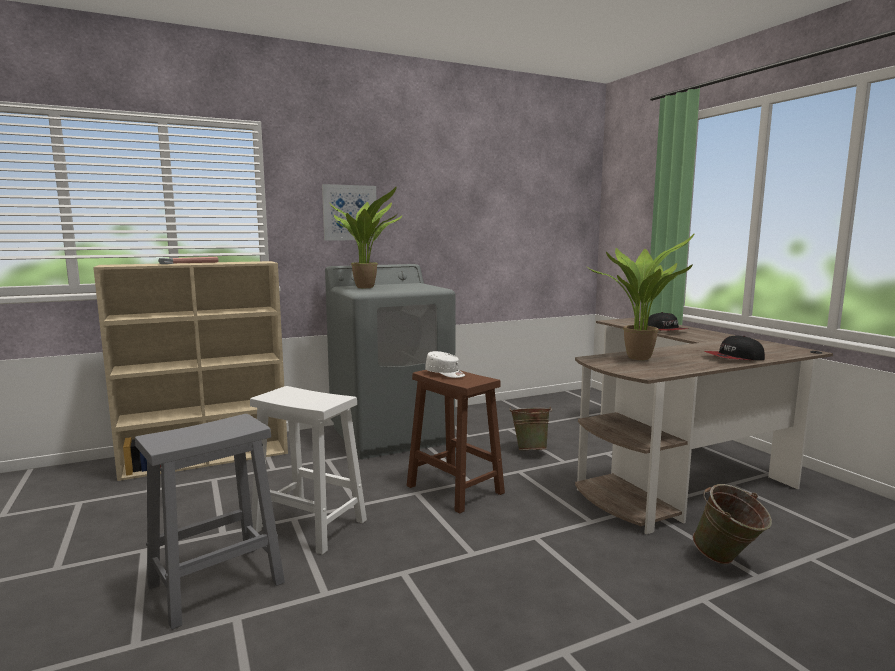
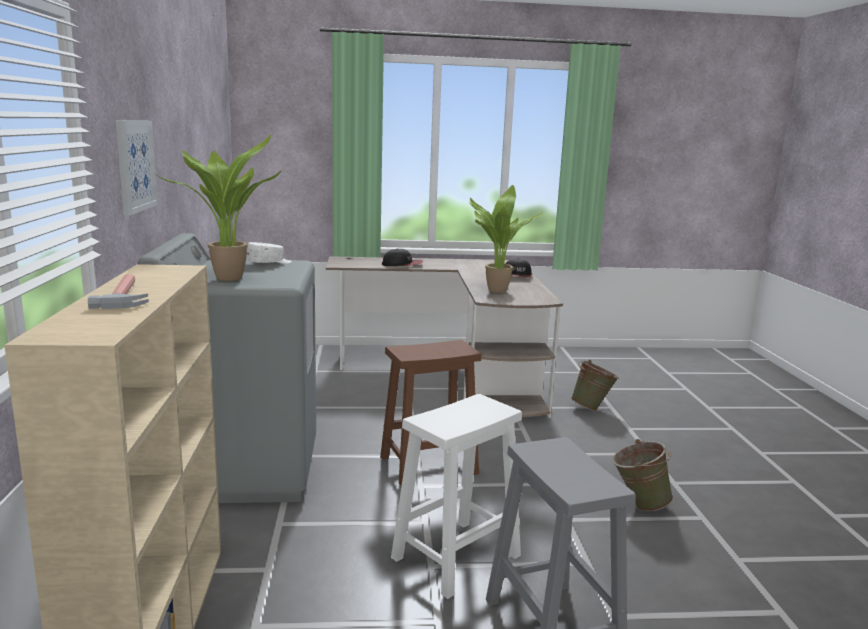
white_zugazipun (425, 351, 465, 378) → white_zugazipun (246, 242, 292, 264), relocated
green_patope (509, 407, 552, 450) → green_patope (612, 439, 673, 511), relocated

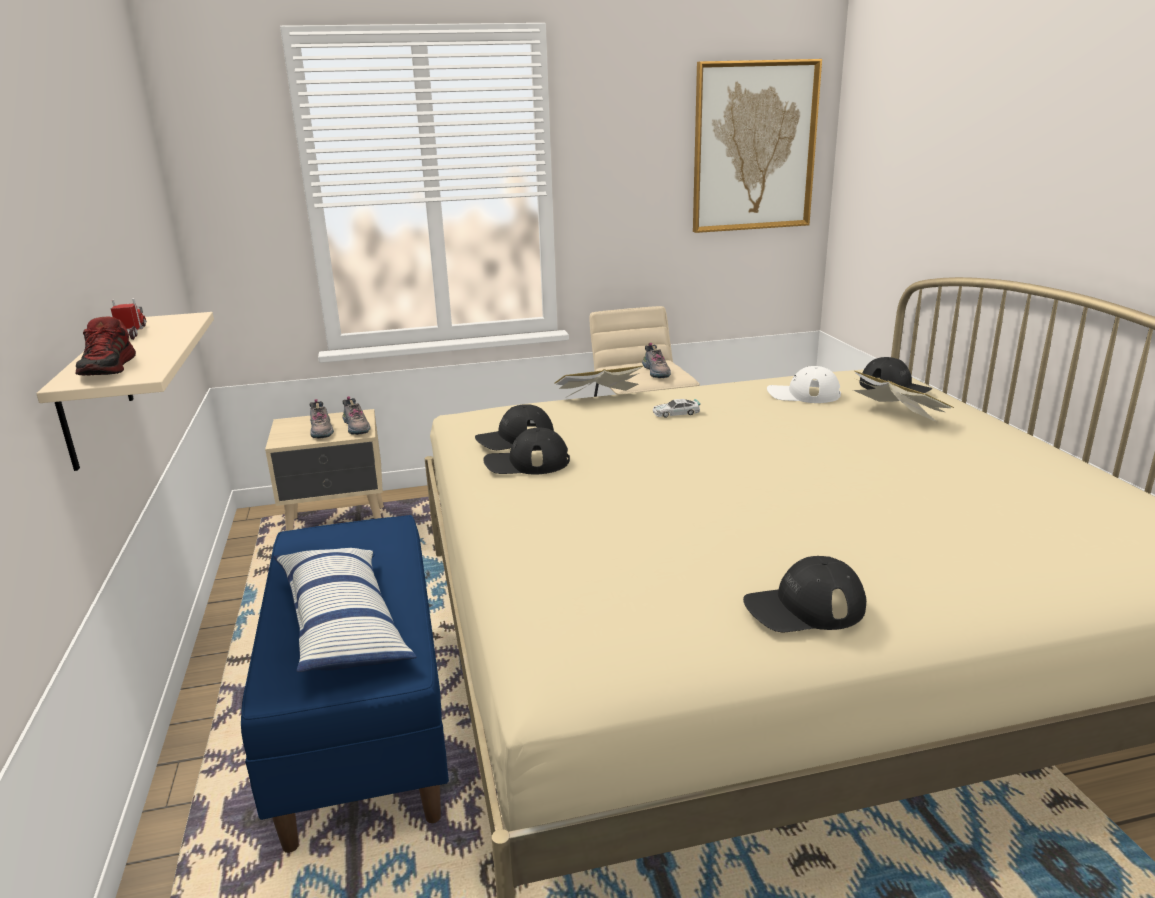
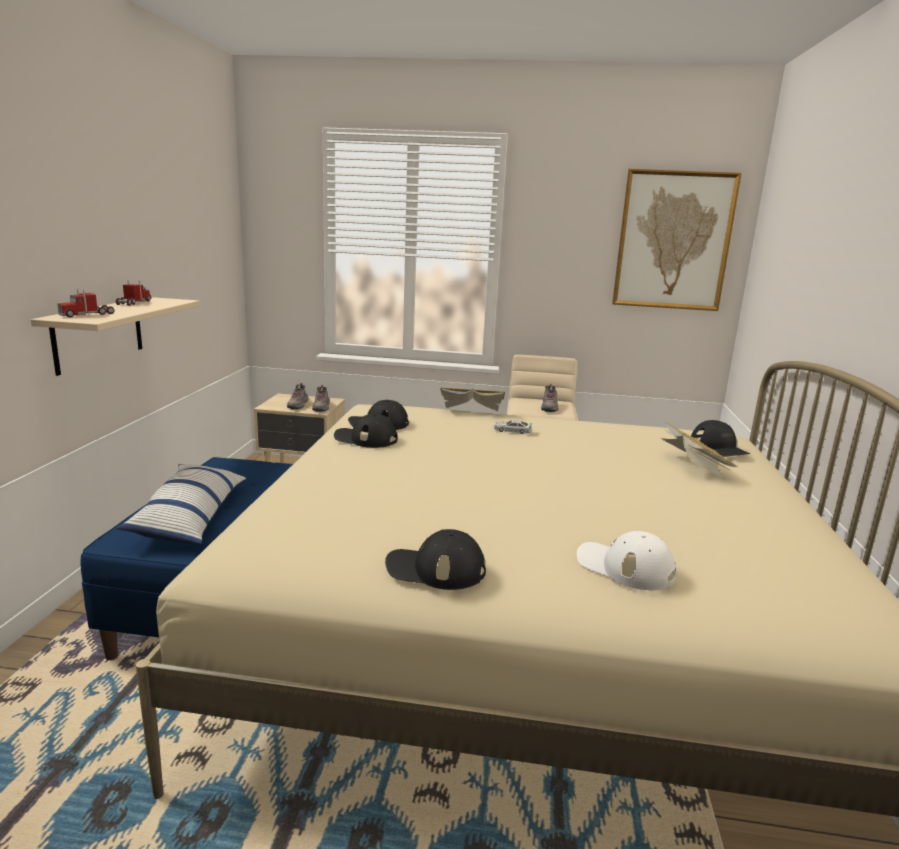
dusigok (75, 316, 136, 376) → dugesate (57, 289, 114, 318)
white_zugazipun (767, 366, 841, 403) → white_zugazipun (577, 531, 676, 590), relocated

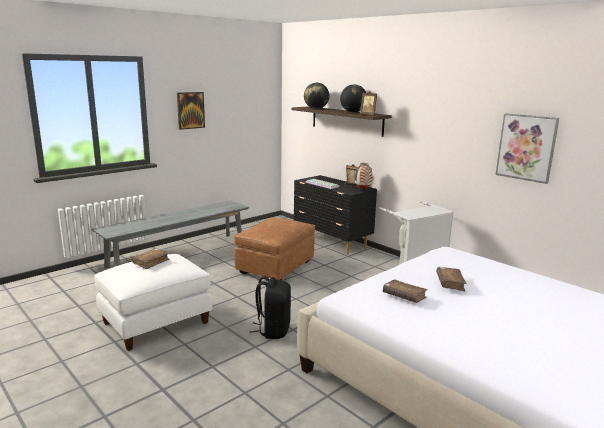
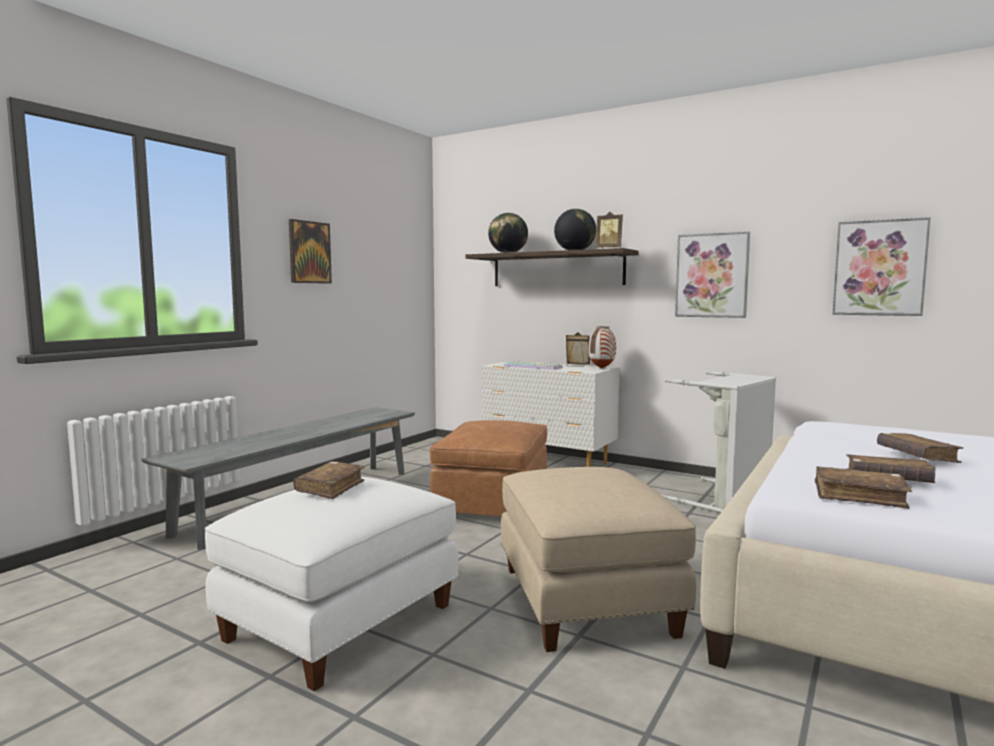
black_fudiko (294, 175, 377, 255) → white_fudiko (482, 360, 619, 467)
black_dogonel (250, 276, 291, 339) → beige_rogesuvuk (501, 467, 696, 652)
- → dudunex (675, 231, 750, 318)
- → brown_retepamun (815, 466, 912, 509)

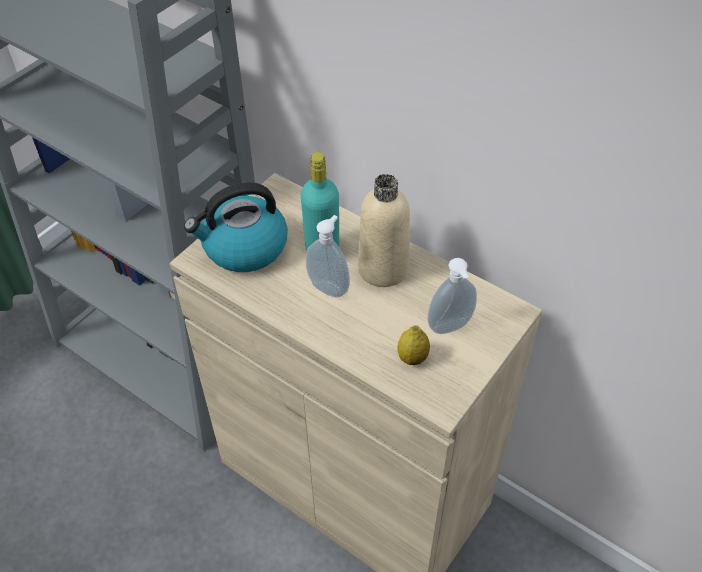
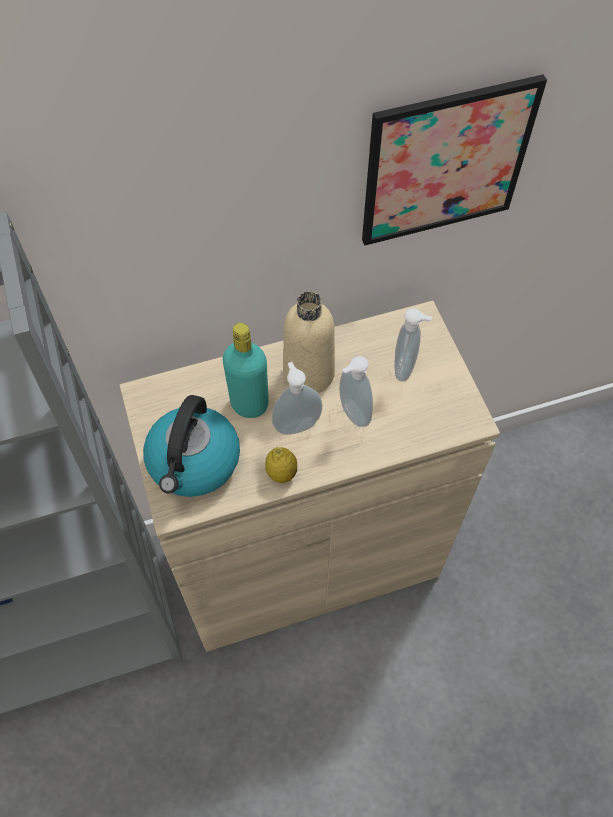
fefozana (397, 326, 430, 365) → fefozana (265, 447, 297, 483), relocated
- → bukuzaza (339, 356, 373, 427)
- → dudunex (362, 75, 547, 246)

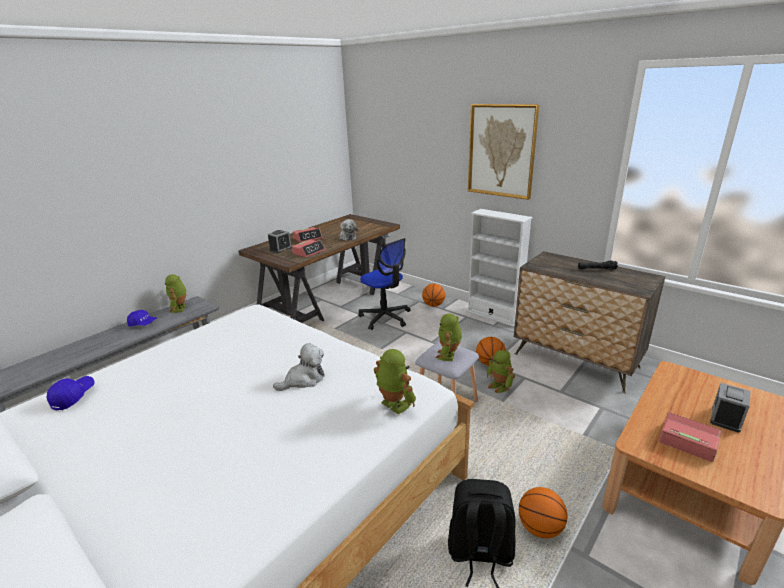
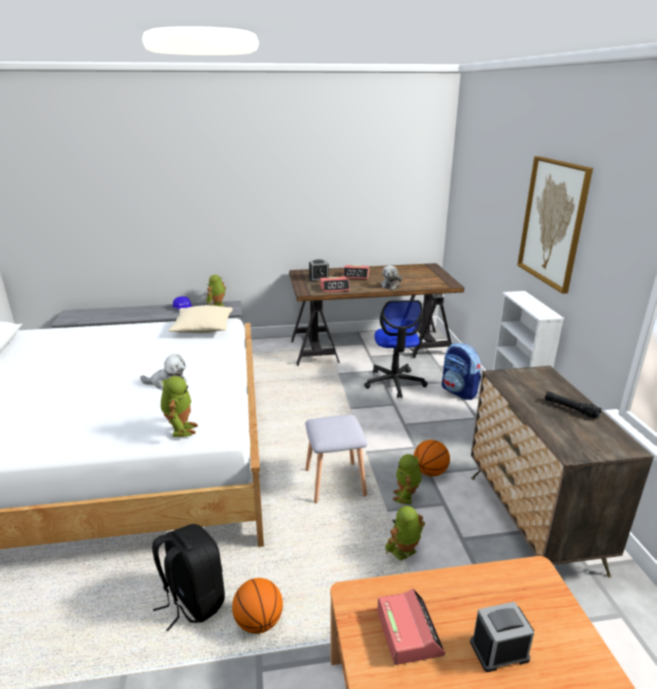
- → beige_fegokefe (169, 305, 233, 333)
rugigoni (436, 313, 462, 361) → rugigoni (385, 506, 425, 561), relocated
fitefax (422, 284, 445, 307) → dogonel (442, 343, 481, 400)
blue_zugazipun (47, 376, 95, 410) → -

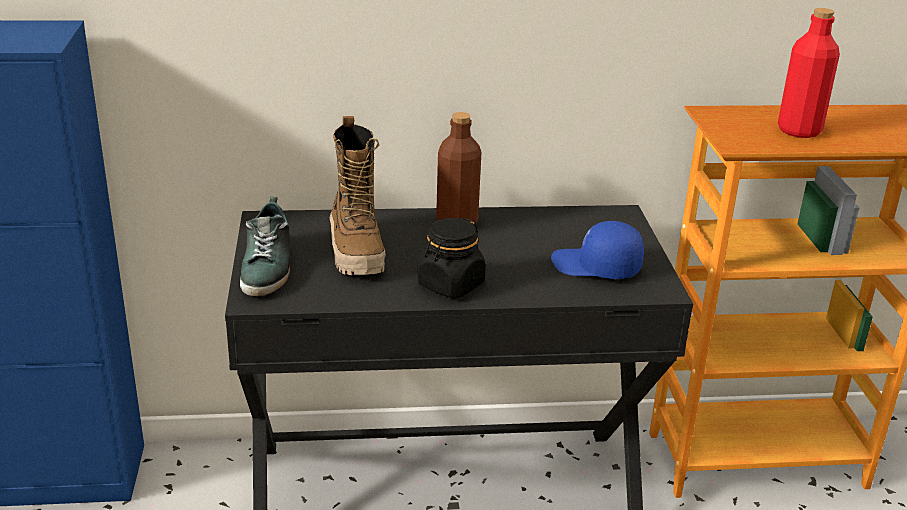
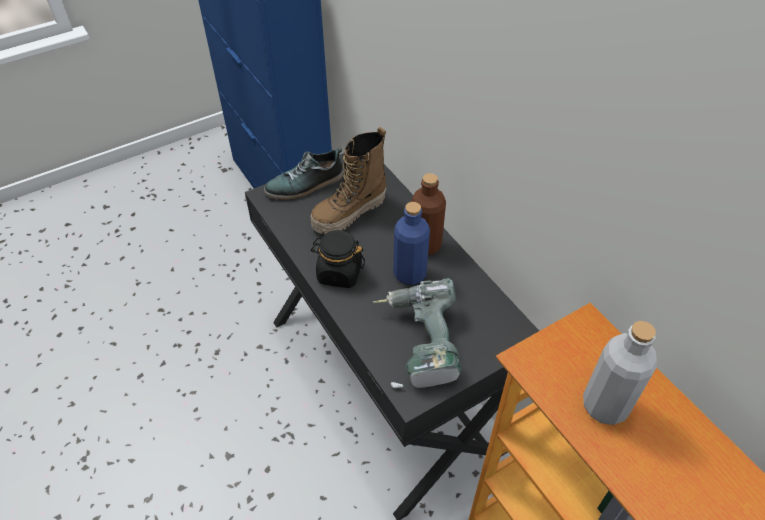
blue_zugazipun (551, 221, 644, 279) → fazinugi (373, 278, 461, 388)
- → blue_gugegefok (393, 202, 430, 285)
red_gugegefok (778, 8, 840, 138) → grey_gugegefok (583, 321, 657, 425)

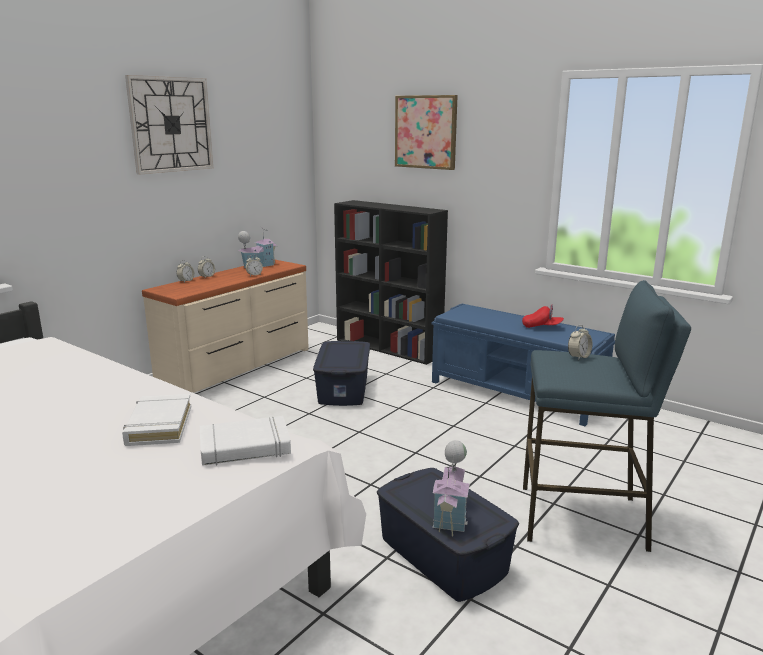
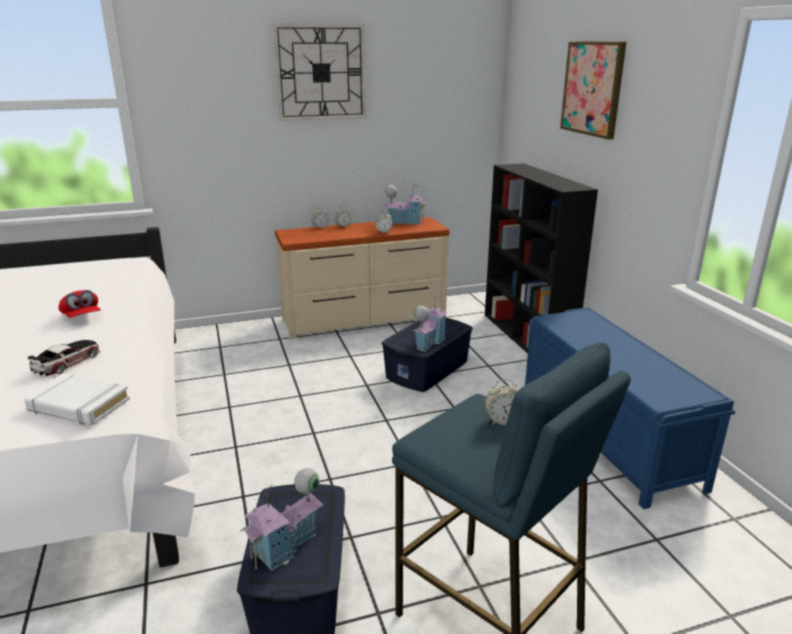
white_retepamun (122, 394, 191, 446) → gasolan (28, 340, 101, 376)
red_zugazipun (522, 304, 564, 328) → red_zugazipun (59, 290, 101, 318), relocated
- → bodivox (412, 295, 447, 352)

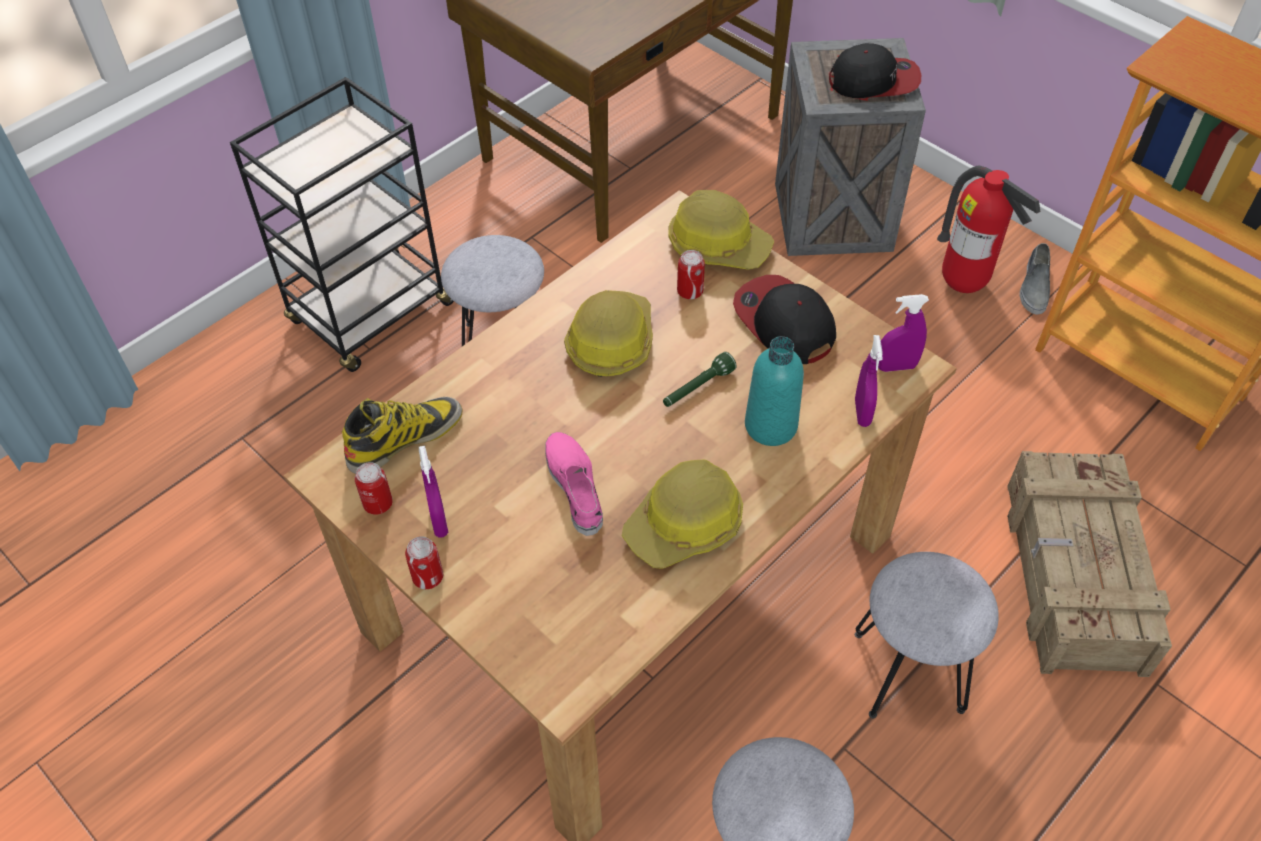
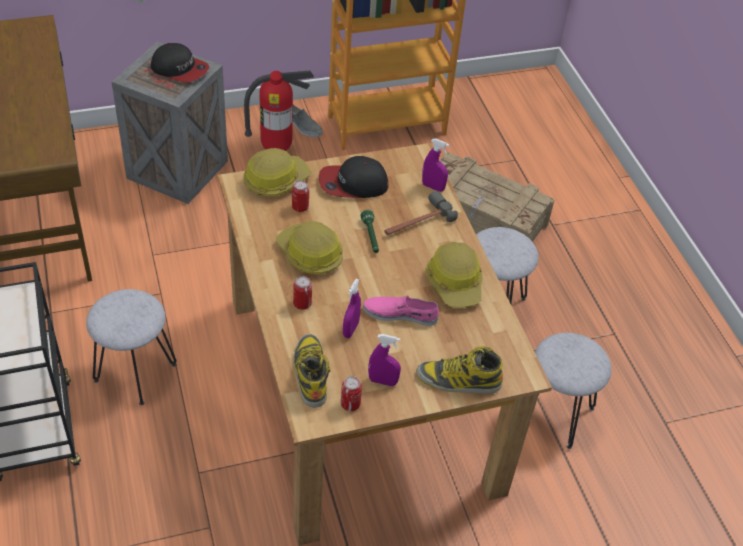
zugazipun (829, 43, 921, 98) → zugazipun (151, 43, 210, 82), 90 degrees clockwise
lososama (405, 536, 443, 589) → lososama (293, 276, 312, 310), relocated
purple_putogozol (878, 294, 929, 372) → purple_putogozol (343, 279, 361, 338), relocated
turquoise_gugegefok (745, 336, 804, 446) → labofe (384, 191, 458, 235)
- → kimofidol (416, 346, 503, 394)

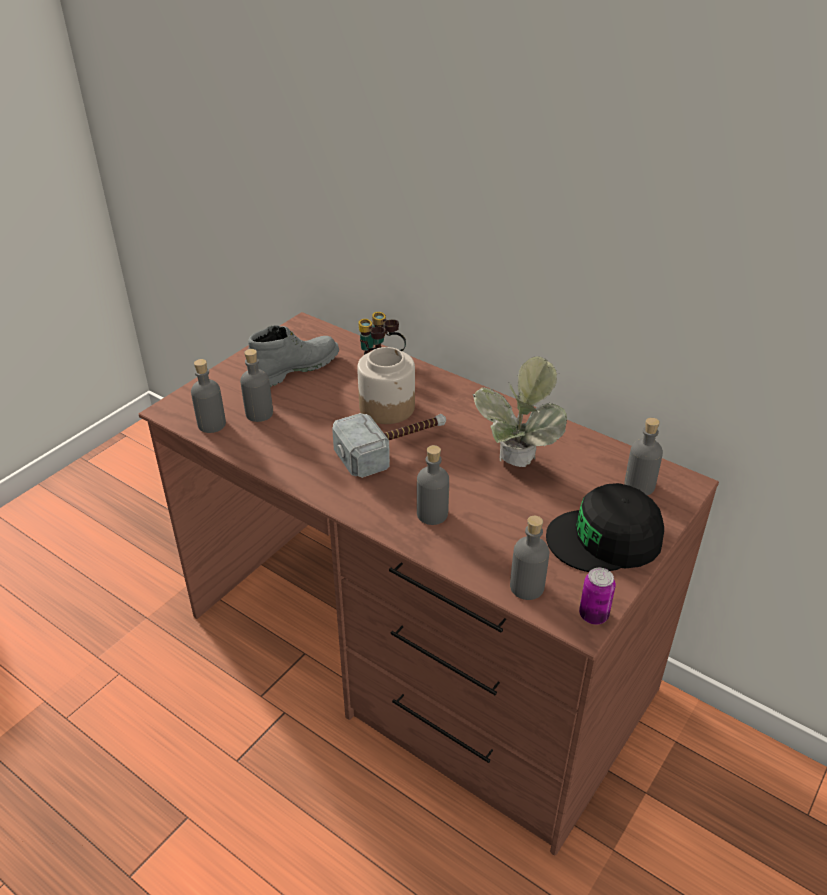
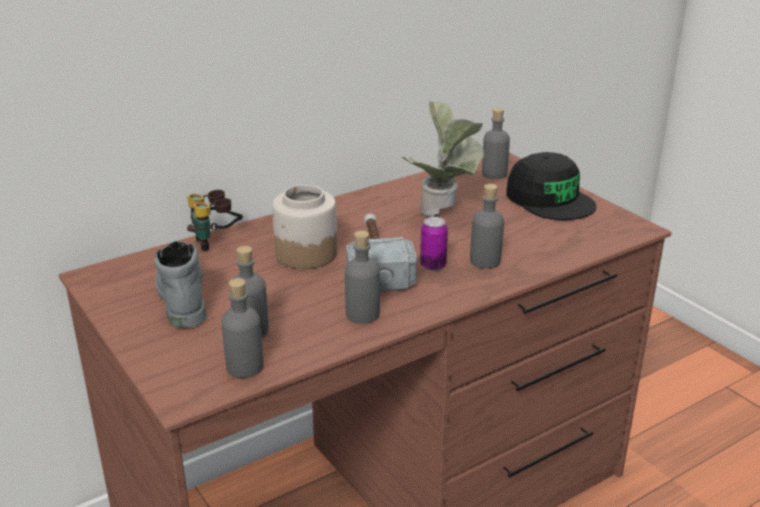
grey_gugegefok (510, 516, 549, 600) → grey_gugegefok (345, 231, 380, 324), relocated
lososama (579, 568, 616, 624) → lososama (420, 217, 448, 271), relocated
black_zugazipun (546, 483, 664, 572) → black_zugazipun (506, 152, 596, 220), 45 degrees counterclockwise

